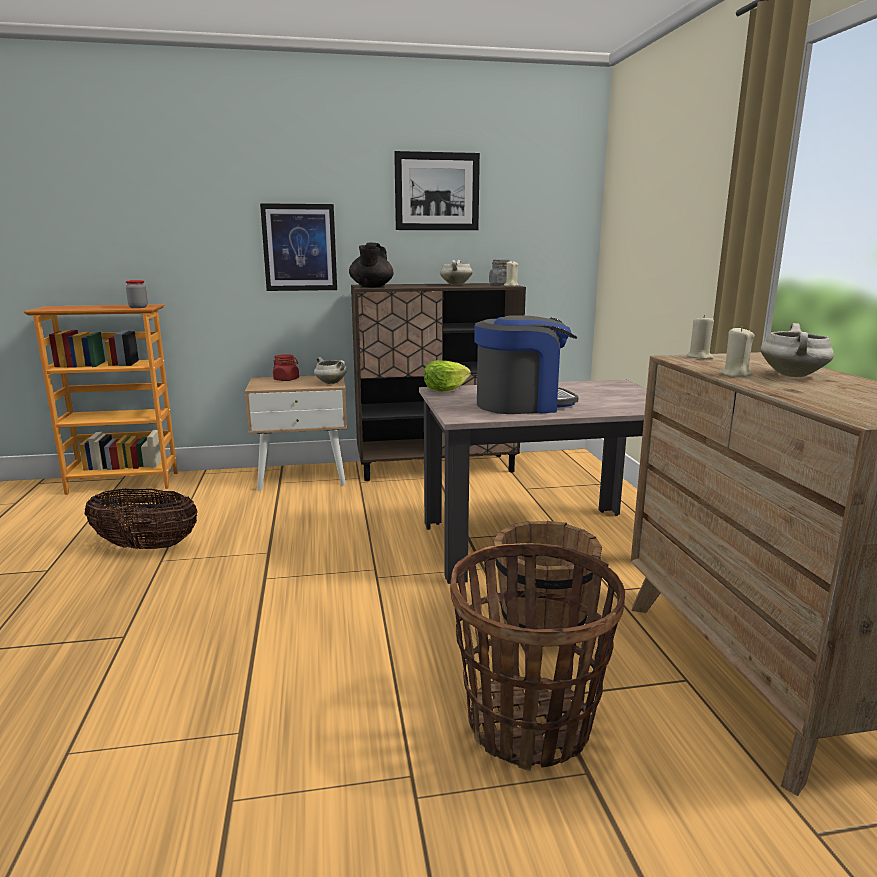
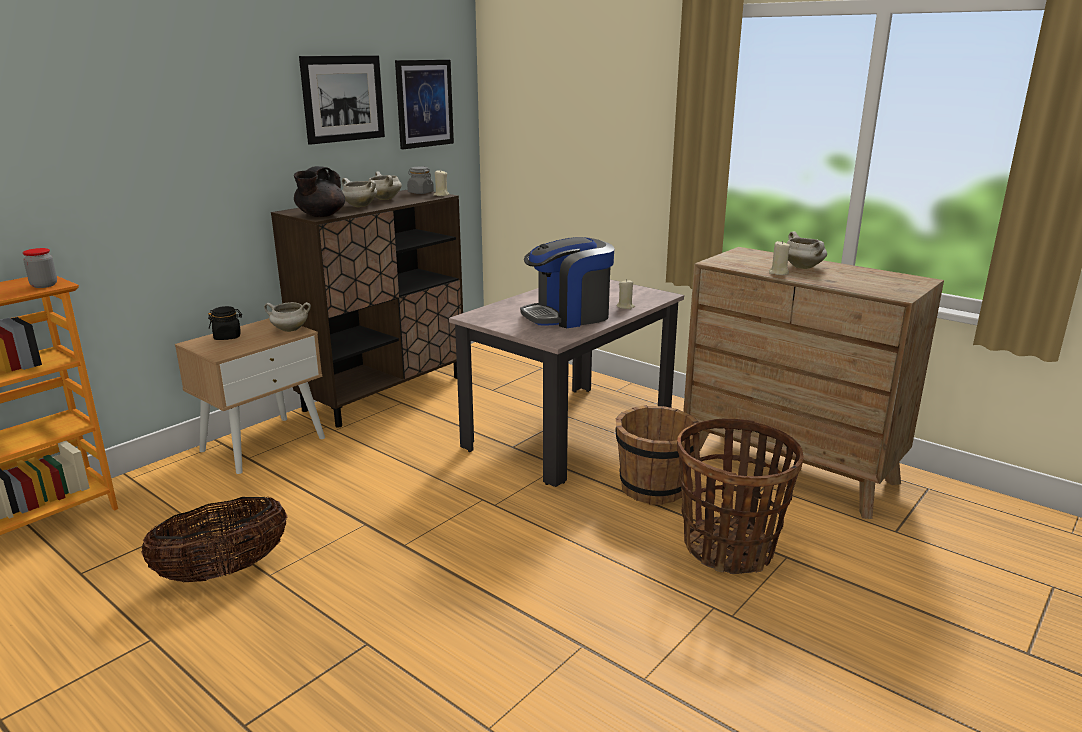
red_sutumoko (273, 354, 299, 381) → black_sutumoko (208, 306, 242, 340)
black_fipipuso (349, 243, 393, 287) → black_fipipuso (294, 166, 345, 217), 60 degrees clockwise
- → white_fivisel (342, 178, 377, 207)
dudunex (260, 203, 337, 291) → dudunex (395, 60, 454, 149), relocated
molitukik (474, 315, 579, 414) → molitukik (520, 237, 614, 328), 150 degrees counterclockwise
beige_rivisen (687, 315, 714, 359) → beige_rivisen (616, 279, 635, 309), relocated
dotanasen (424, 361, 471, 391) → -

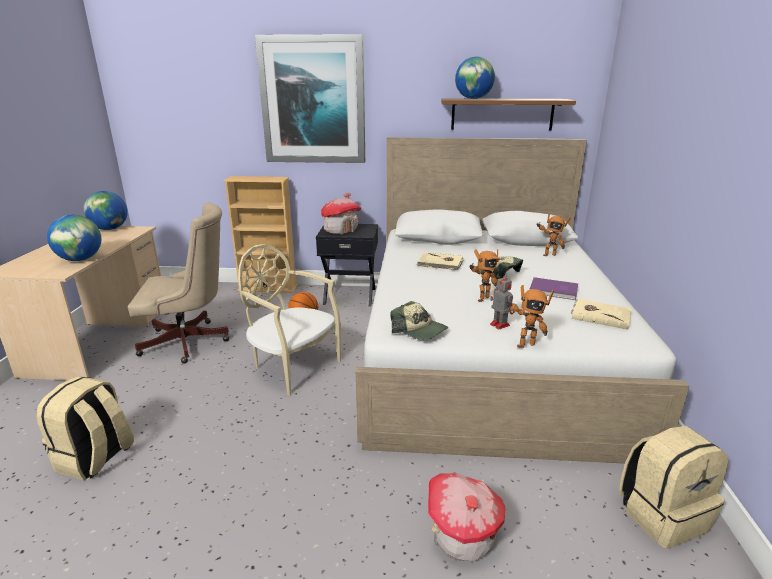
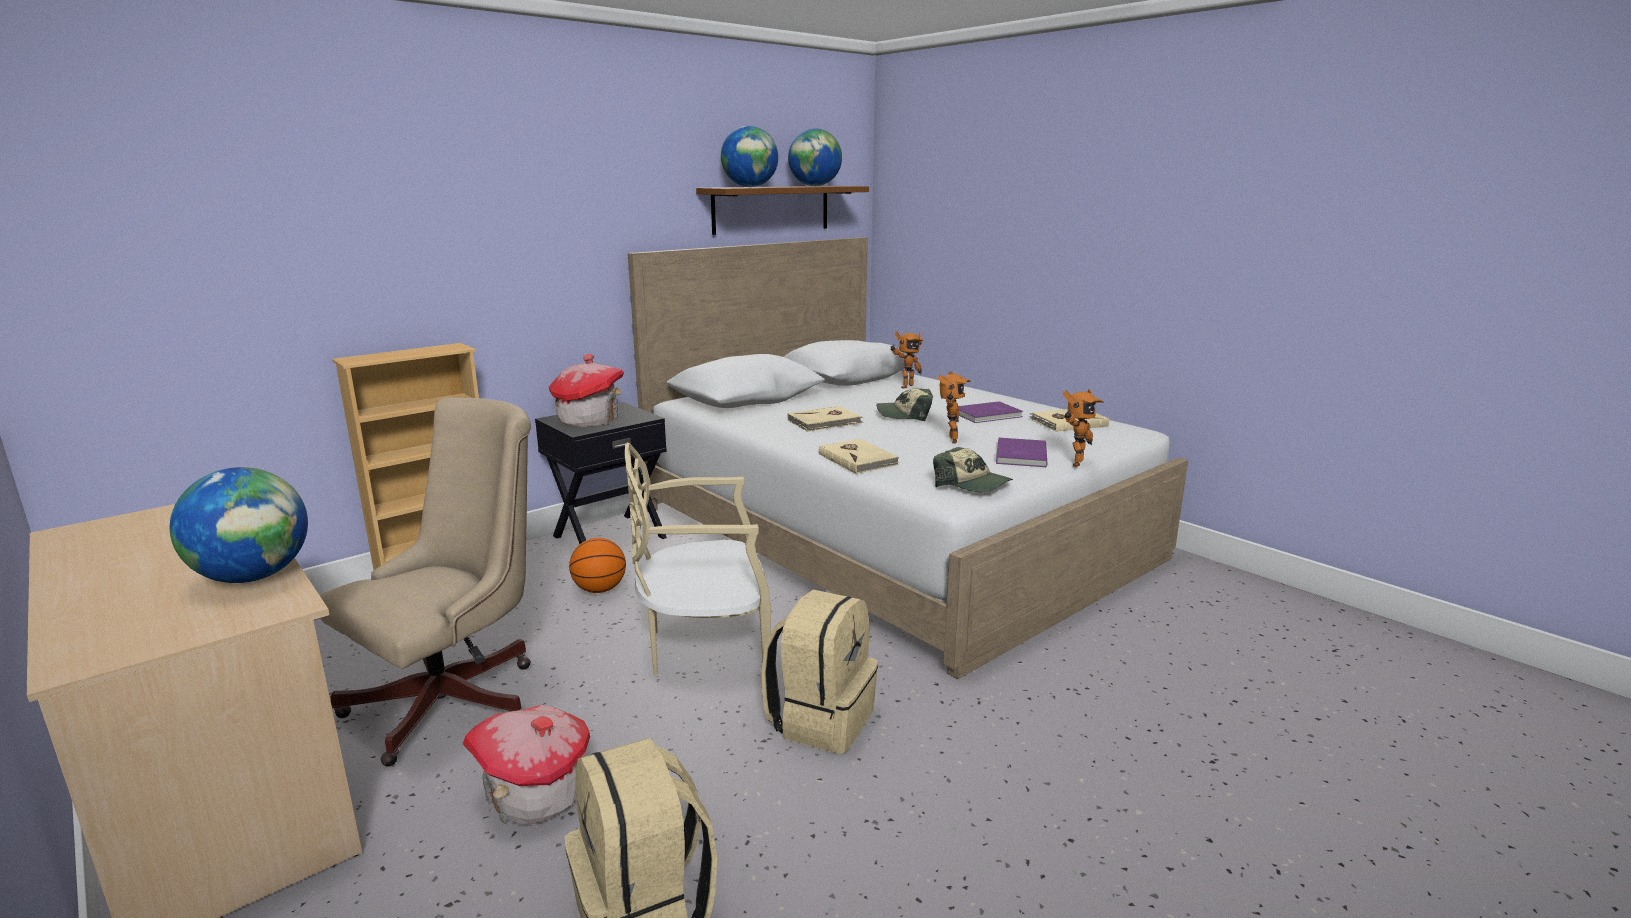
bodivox (428, 473, 506, 561) → bodivox (463, 705, 590, 824), relocated
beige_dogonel (619, 426, 728, 549) → beige_dogonel (761, 590, 878, 754), relocated
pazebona (83, 191, 128, 230) → pazebona (788, 128, 842, 186), relocated
- → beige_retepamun (819, 439, 899, 474)
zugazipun (390, 301, 448, 340) → zugazipun (933, 447, 1013, 492), 45 degrees clockwise
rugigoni (490, 273, 515, 329) → purple_retepamun (996, 438, 1048, 467)
dudunex (255, 34, 365, 163) → -

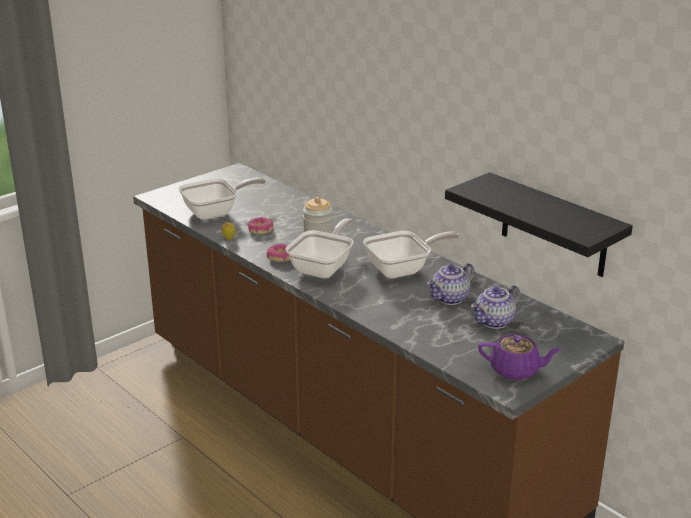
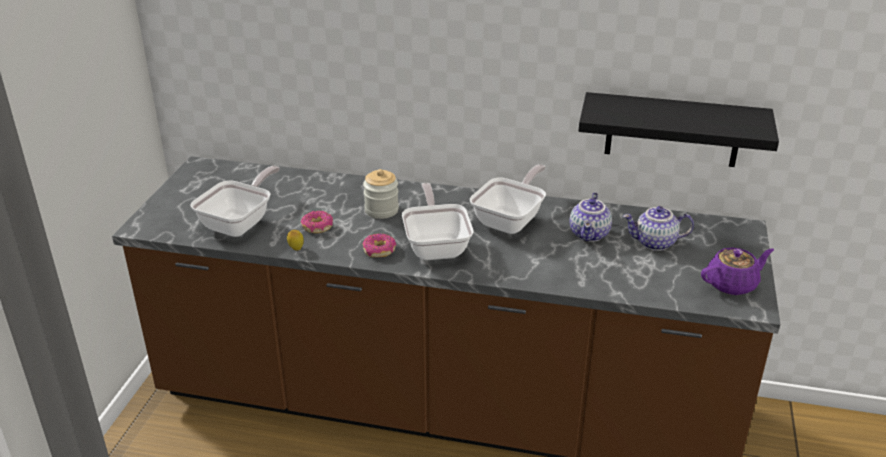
fipipuso (471, 285, 520, 329) → fipipuso (623, 206, 694, 251), 75 degrees clockwise

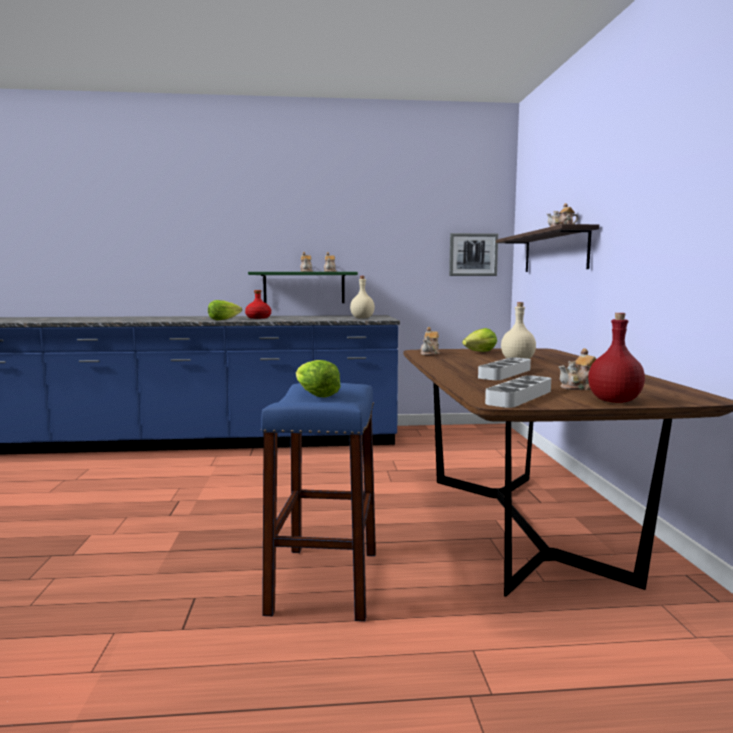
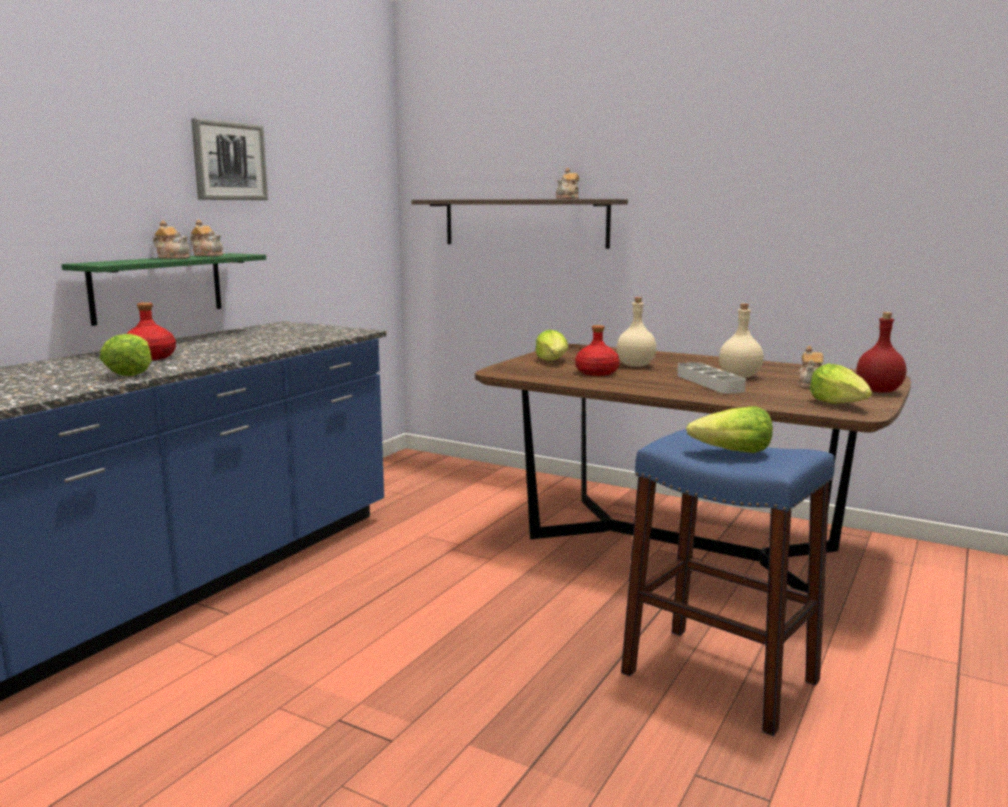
dudunex (449, 233, 498, 276) → dudunex (191, 118, 268, 200), relocated
- → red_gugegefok (575, 325, 620, 376)
beige_gugegefok (350, 276, 375, 318) → beige_gugegefok (719, 303, 764, 378), relocated
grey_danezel (485, 375, 551, 408) → dotanasen (810, 364, 872, 404)
fipipuso (420, 327, 439, 355) → -

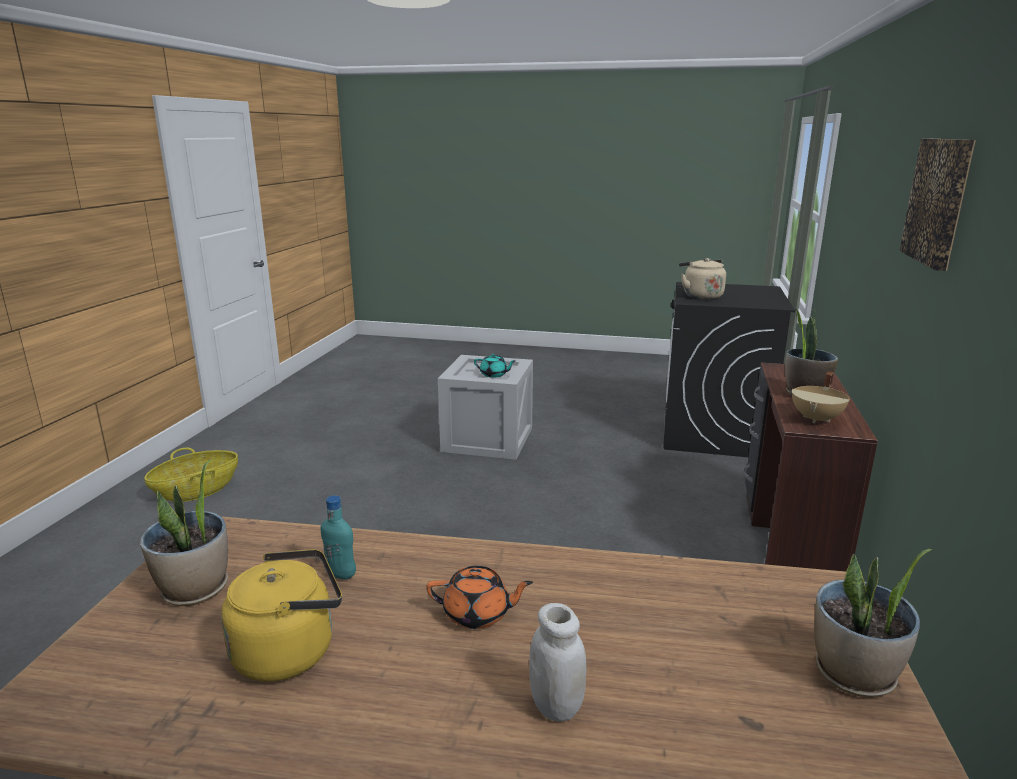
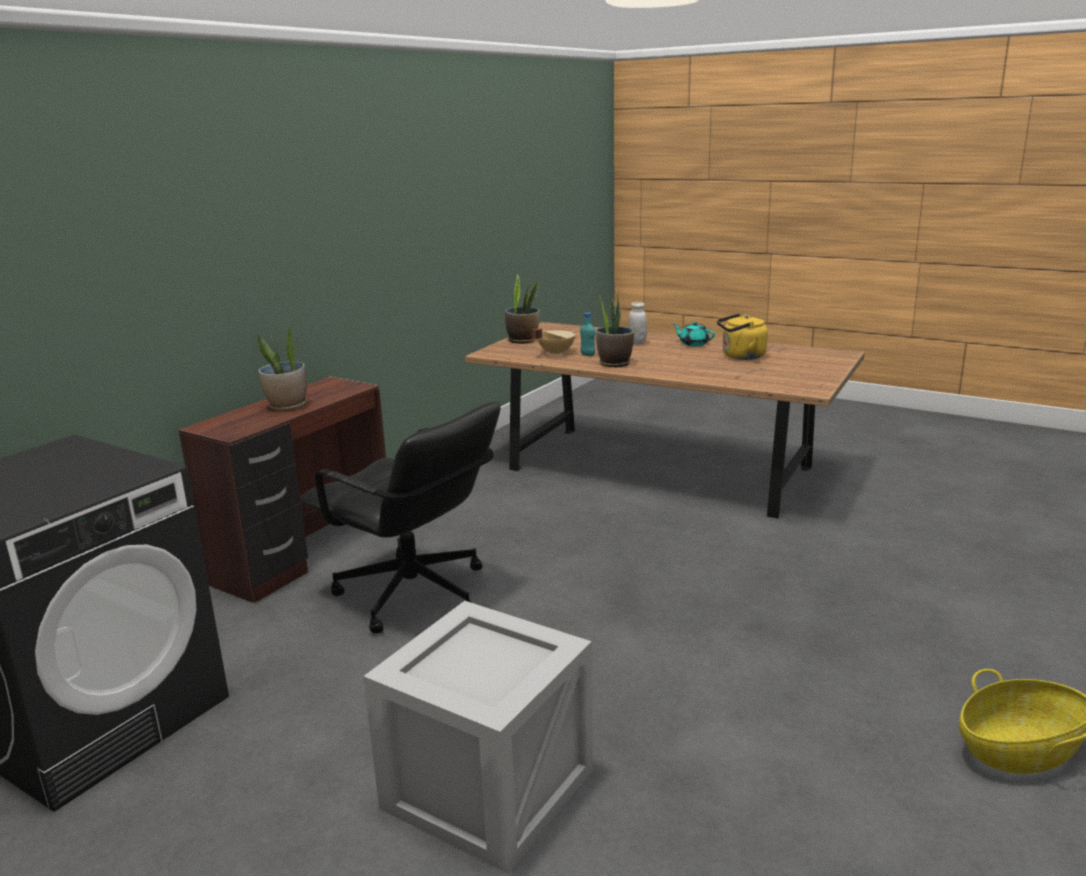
- → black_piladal (299, 402, 501, 634)
beige_fivisel (792, 371, 850, 423) → beige_fivisel (532, 328, 575, 355), relocated
turquoise_gugegefok (321, 495, 356, 579) → turquoise_gugegefok (580, 312, 595, 356), relocated
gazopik (140, 460, 228, 606) → gazopik (596, 293, 634, 368), relocated
turquoise_fipipuso (474, 354, 516, 378) → turquoise_fipipuso (673, 322, 715, 346), relocated
orange_fipipuso (426, 566, 533, 629) → -
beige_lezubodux (679, 258, 726, 299) → -
dudunex (899, 139, 976, 271) → -

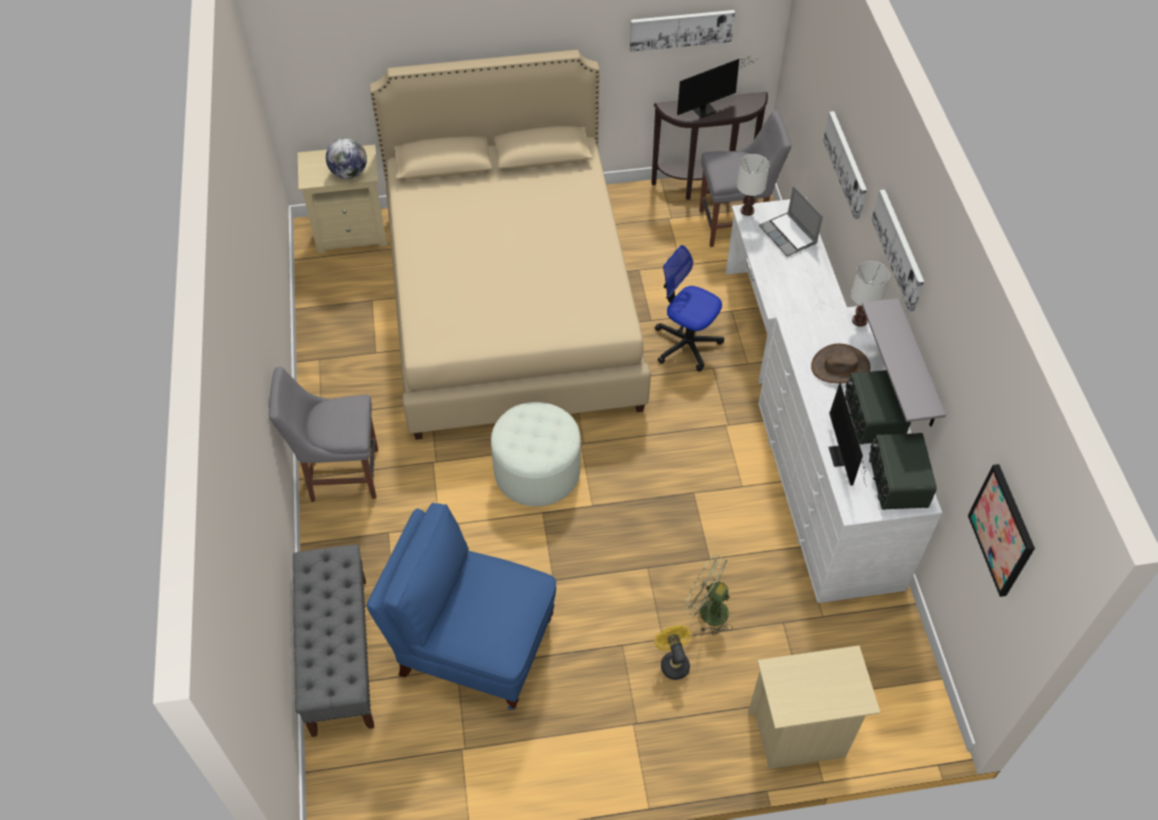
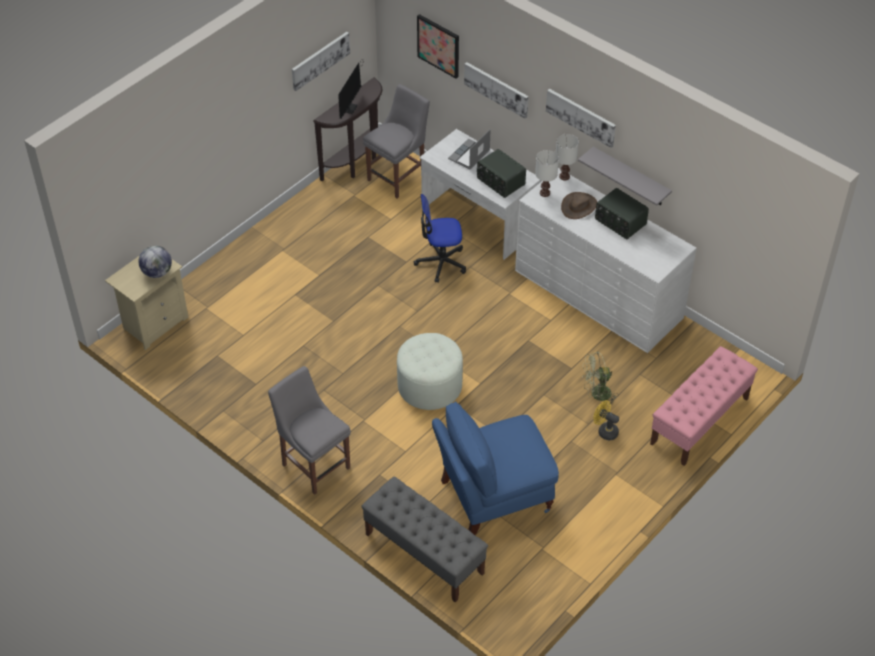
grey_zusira (269, 367, 378, 502) → grey_zusira (268, 366, 351, 495), 90 degrees clockwise
dudunex (968, 464, 1035, 597) → dudunex (417, 14, 459, 79), relocated
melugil (759, 186, 823, 257) → melugil (448, 129, 491, 169), 105 degrees clockwise
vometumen (869, 433, 937, 510) → vometumen (477, 149, 526, 198), relocated
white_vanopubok (737, 154, 770, 216) → white_vanopubok (535, 150, 559, 197), relocated
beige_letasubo (748, 645, 880, 769) → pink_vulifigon (650, 346, 758, 466)
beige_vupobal (370, 50, 651, 440) → -
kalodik (829, 382, 867, 487) → -

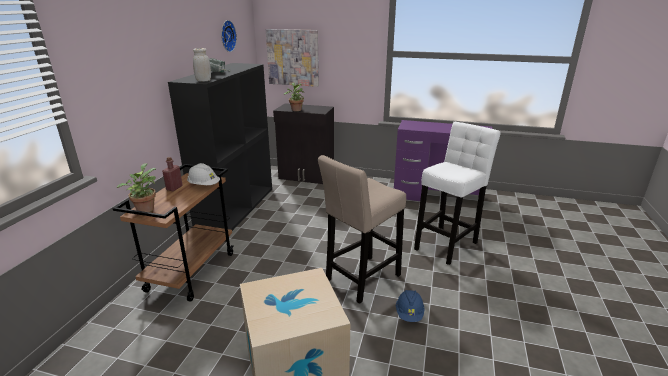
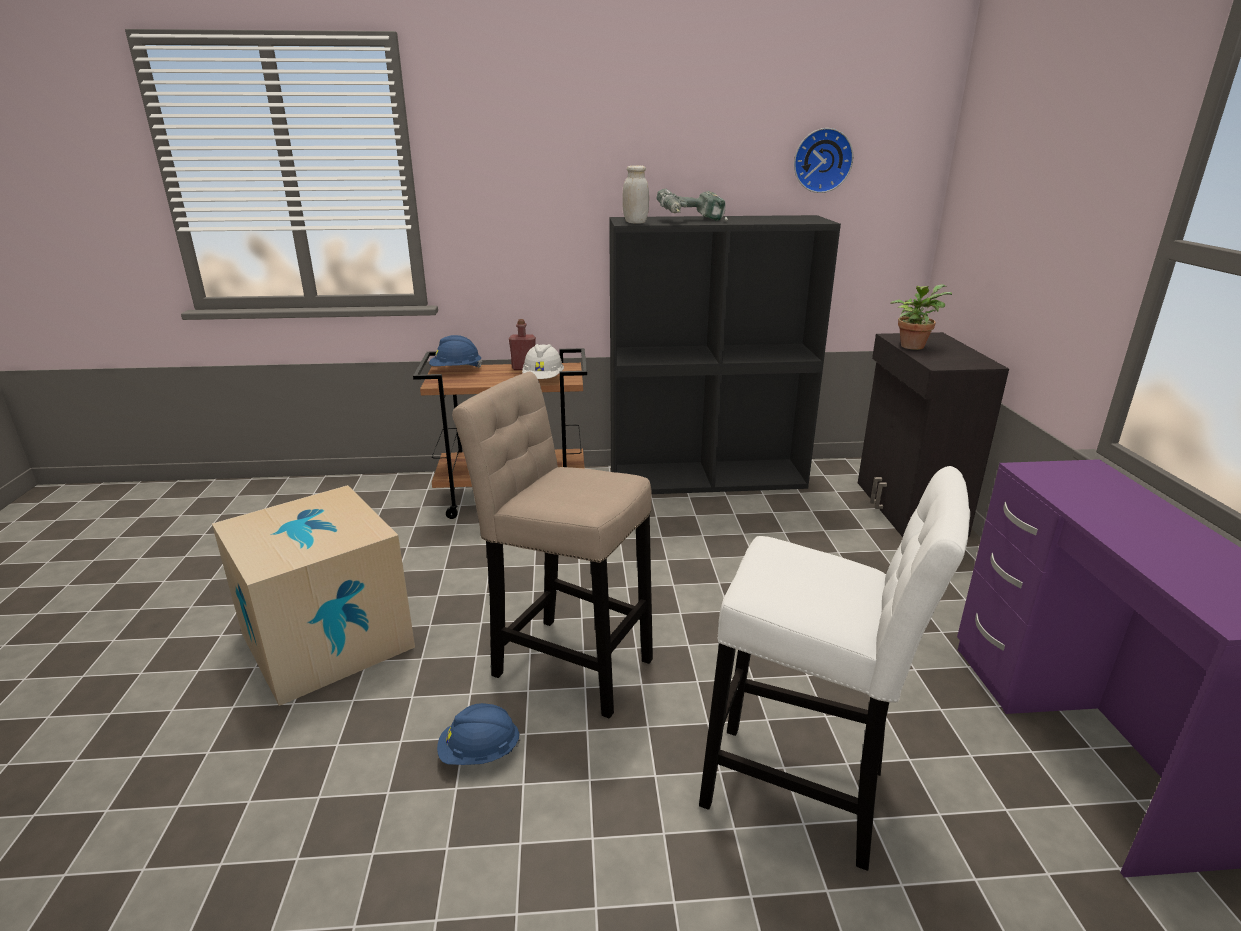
gazopik (117, 163, 156, 212) → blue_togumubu (429, 335, 482, 368)
dudunex (266, 29, 319, 87) → -

